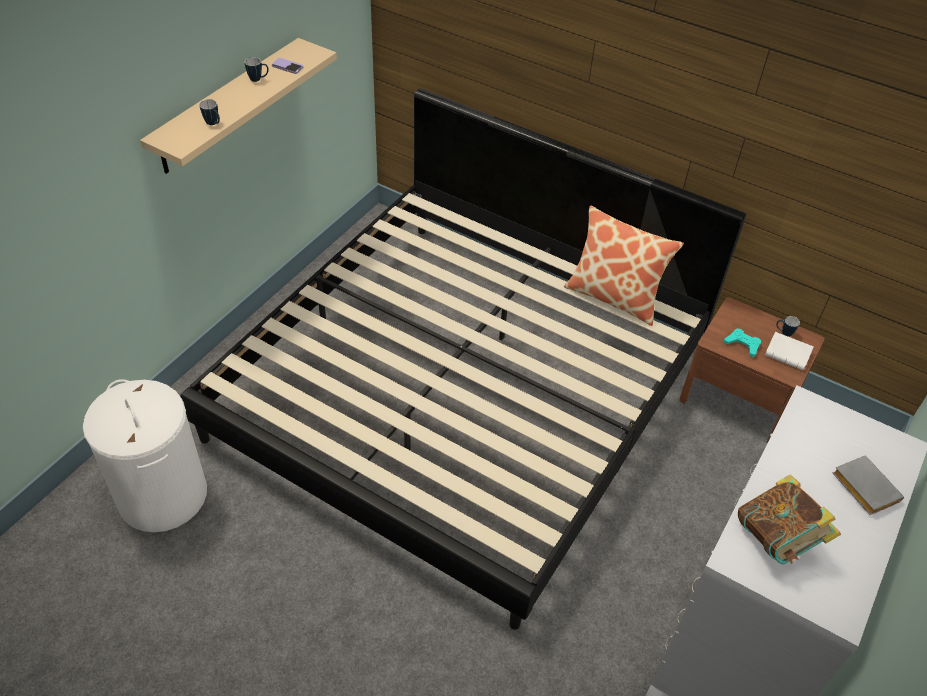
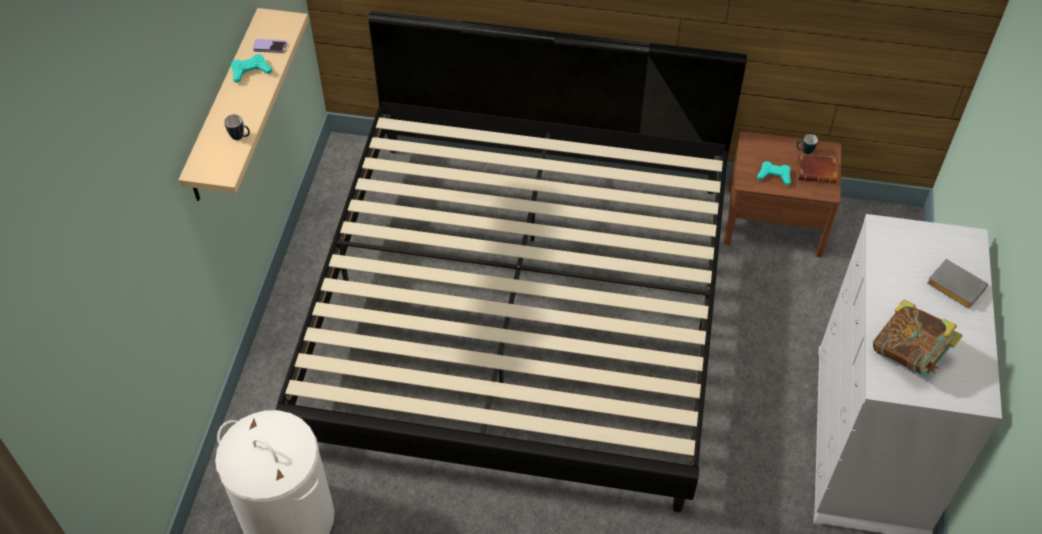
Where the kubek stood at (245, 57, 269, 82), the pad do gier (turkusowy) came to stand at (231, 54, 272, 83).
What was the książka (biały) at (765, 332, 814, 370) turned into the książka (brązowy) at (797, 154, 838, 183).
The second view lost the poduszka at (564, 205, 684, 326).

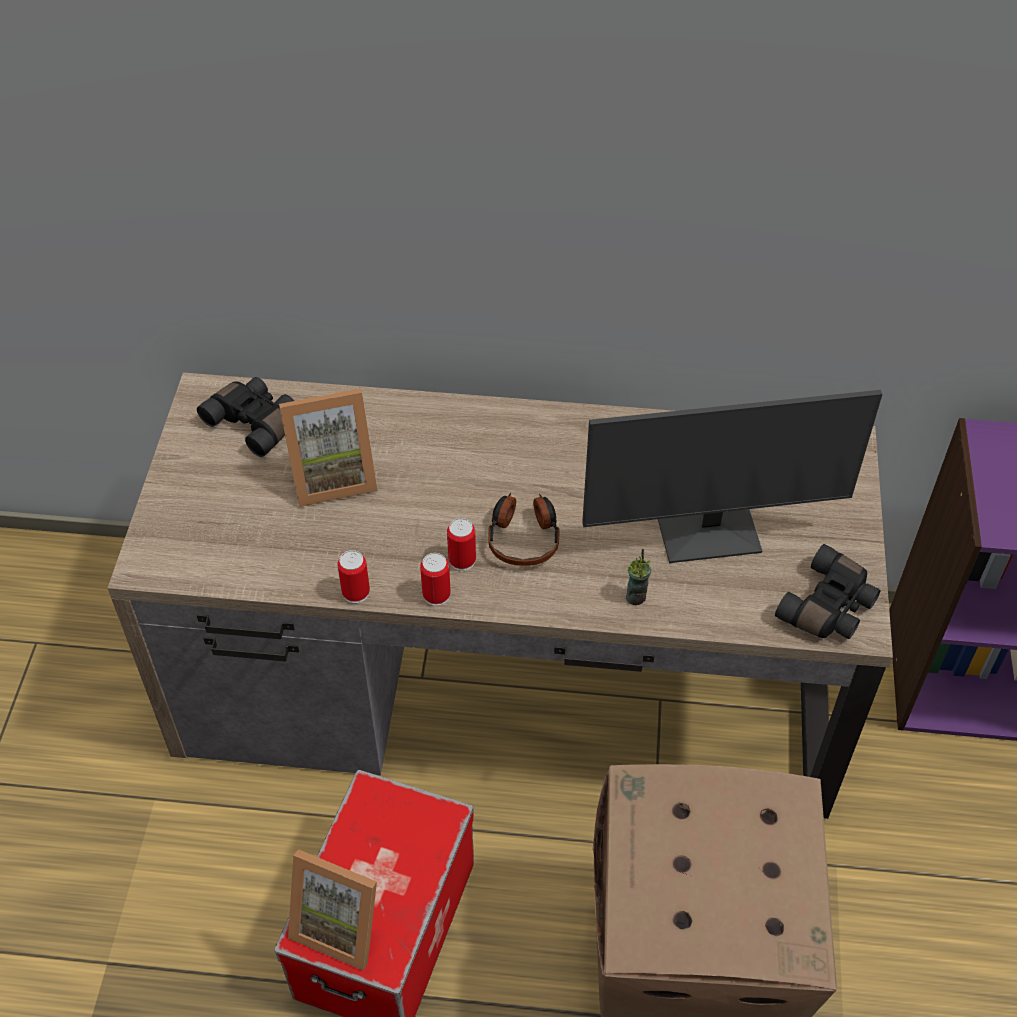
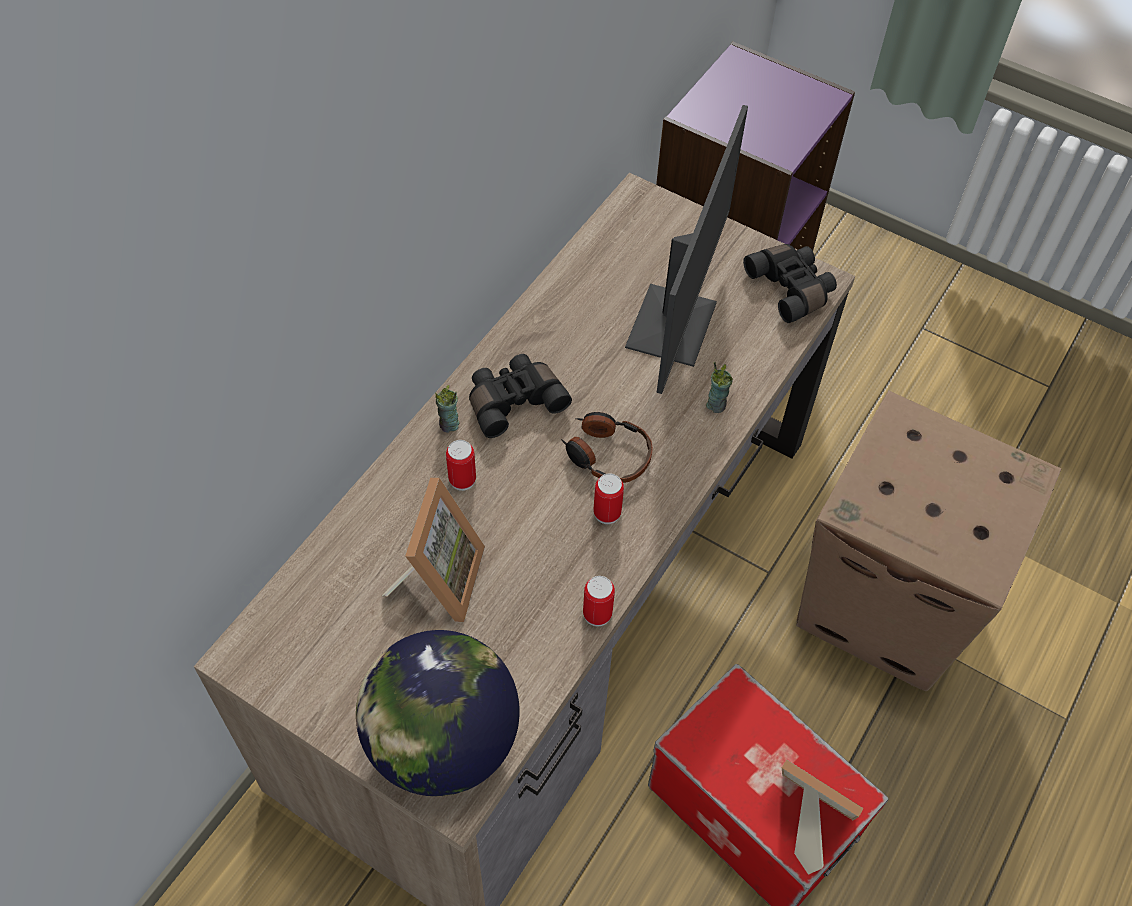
The second view gained the globus at (356, 630, 520, 796).
The second view gained the filiżanka at (435, 385, 460, 433).
The puszka ended up elsewhere, having gone from (420, 553, 451, 606) to (446, 440, 476, 491).
The lornetka (czarny) ended up elsewhere, having gone from (197, 377, 294, 457) to (469, 354, 572, 438).
The ramka na zdjęcie at (288, 849, 377, 970) ended up facing another way, 105 degrees counterclockwise from before.

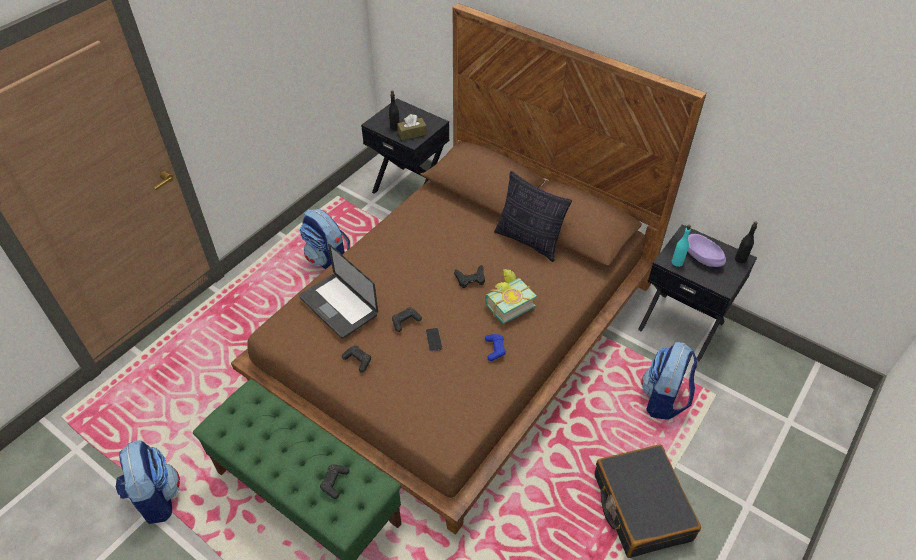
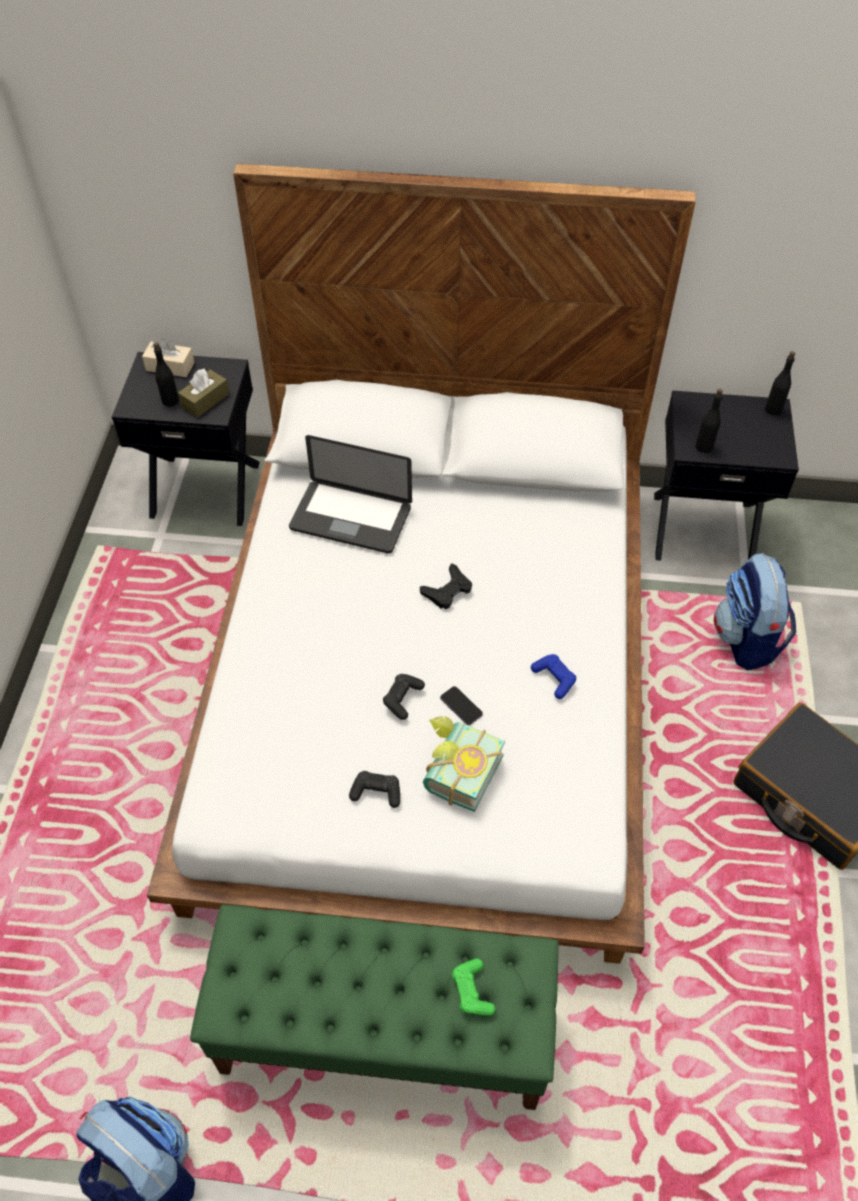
The second view gained the pudełko chusteczek (beżowy) at (142, 338, 195, 377).
What was the łóżko (brązowy) at (231, 3, 706, 535) turned into the łóżko (biały) at (147, 163, 696, 964).
The laptop ended up elsewhere, having gone from (299, 244, 378, 339) to (289, 435, 412, 554).
The książka ended up elsewhere, having gone from (485, 269, 537, 324) to (423, 716, 505, 812).
What was the pad do gier (czarny) at (320, 465, 349, 499) turned into the pad do gier (zielony) at (452, 959, 495, 1016).
What was the butelka (turkusowy) at (672, 225, 691, 267) turned into the butelka (czarny) at (695, 389, 723, 453).
The second view lost the plecak at (300, 208, 350, 269).
The second view lost the poduszka at (494, 171, 572, 262).
The second view lost the miska (fioletowy) at (688, 234, 726, 267).

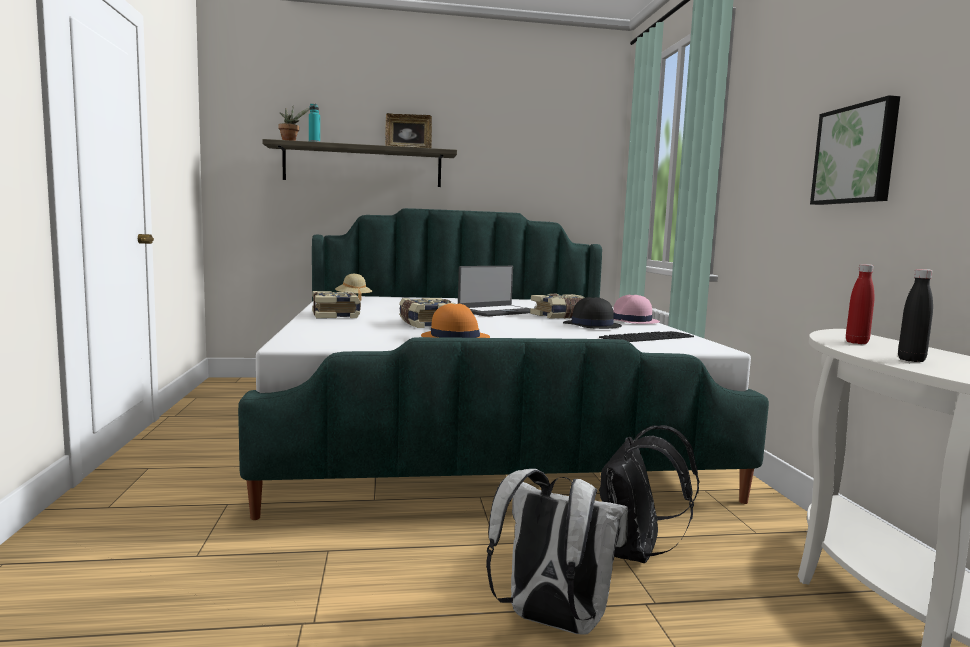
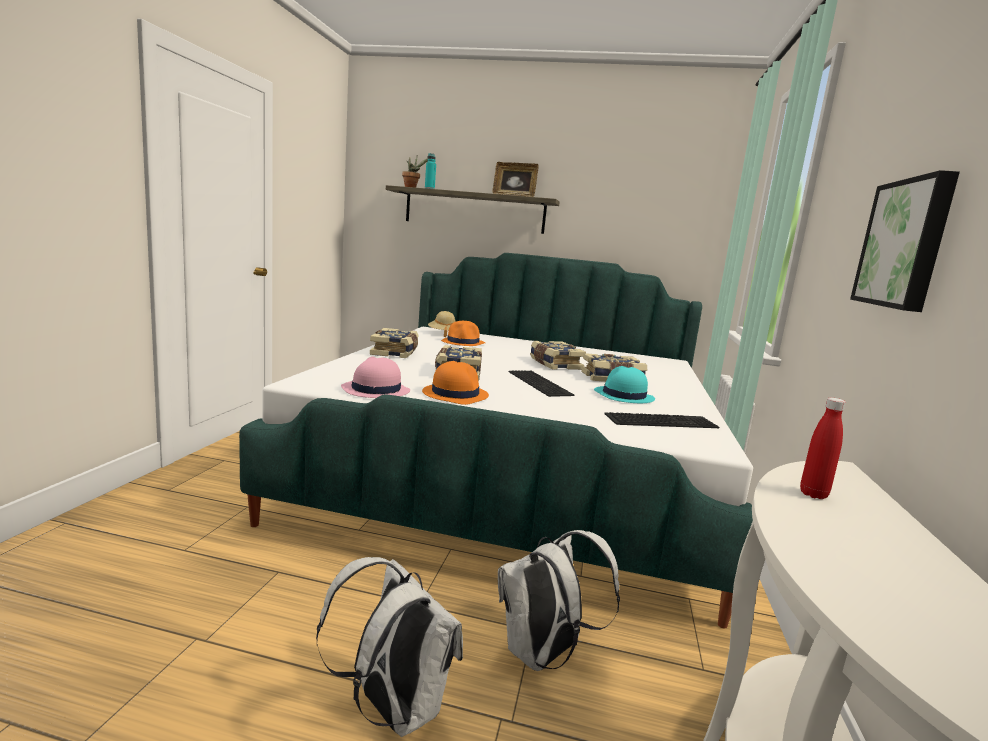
The kapelusz (różowy) ended up elsewhere, having gone from (613, 295, 660, 324) to (341, 357, 410, 398).
The second view gained the kapelusz (pomarańczowy) at (441, 321, 485, 346).
What was the plecak (czarny) at (599, 425, 700, 563) turned into the plecak (biały) at (498, 530, 620, 671).
The second view gained the klawiatura at (509, 371, 574, 397).
Where the laptop stood at (458, 266, 532, 317), the książka came to stand at (530, 341, 586, 370).
What was the kapelusz (czarny) at (563, 297, 622, 329) turned into the kapelusz (turkusowy) at (594, 366, 655, 403).
The second view lost the butelka (czarny) at (898, 269, 933, 362).

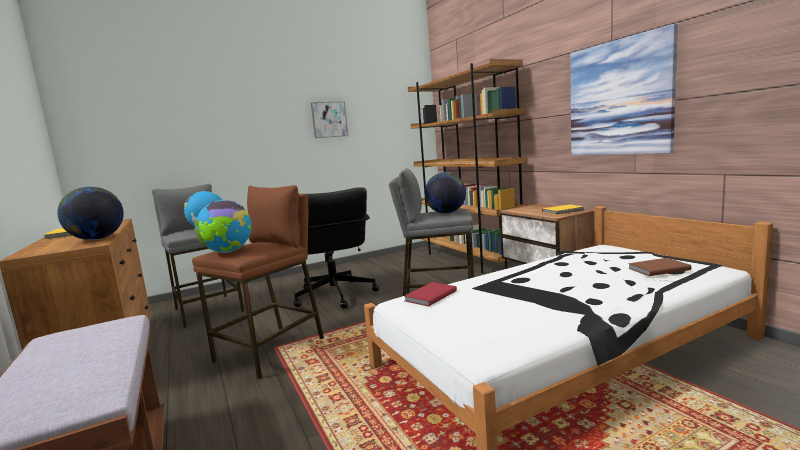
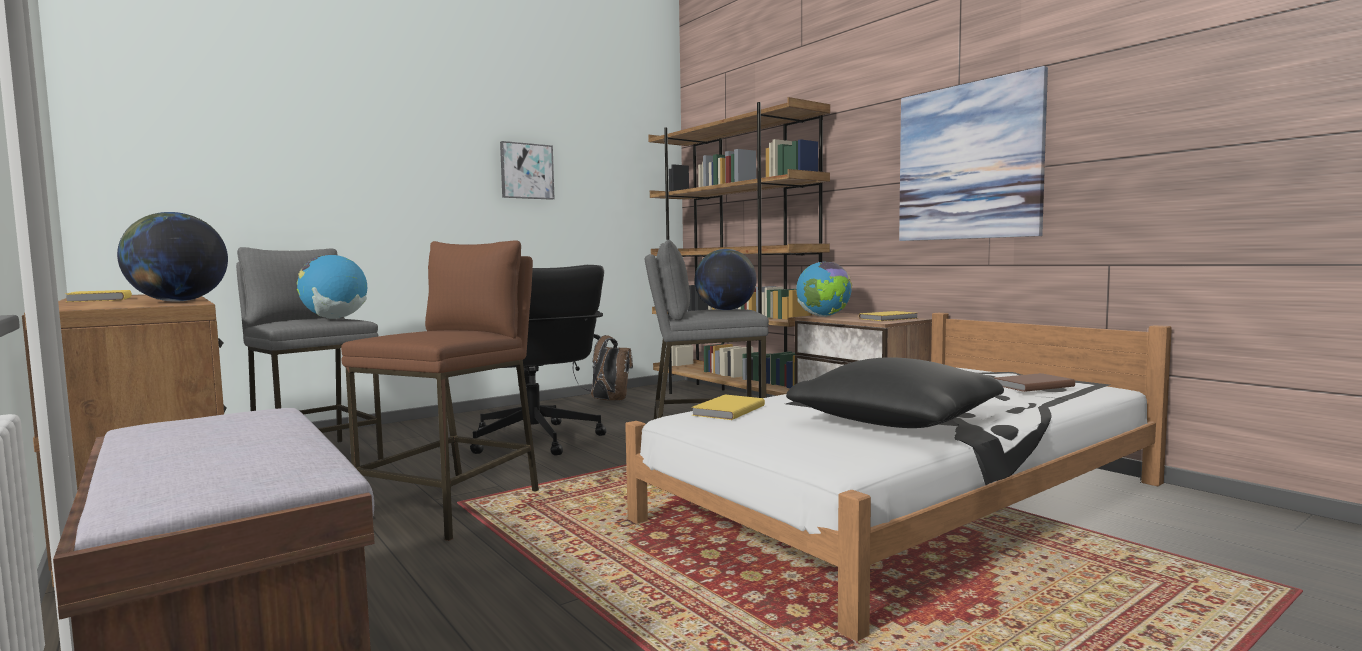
The second view gained the plecak (brązowy) at (572, 334, 633, 400).
What was the książka (czerwony) at (405, 282, 457, 307) turned into the książka (żółty) at (692, 395, 765, 420).
The second view gained the poduszka (czarny) at (786, 357, 1004, 428).
The globus ended up elsewhere, having gone from (195, 200, 252, 253) to (796, 262, 852, 317).

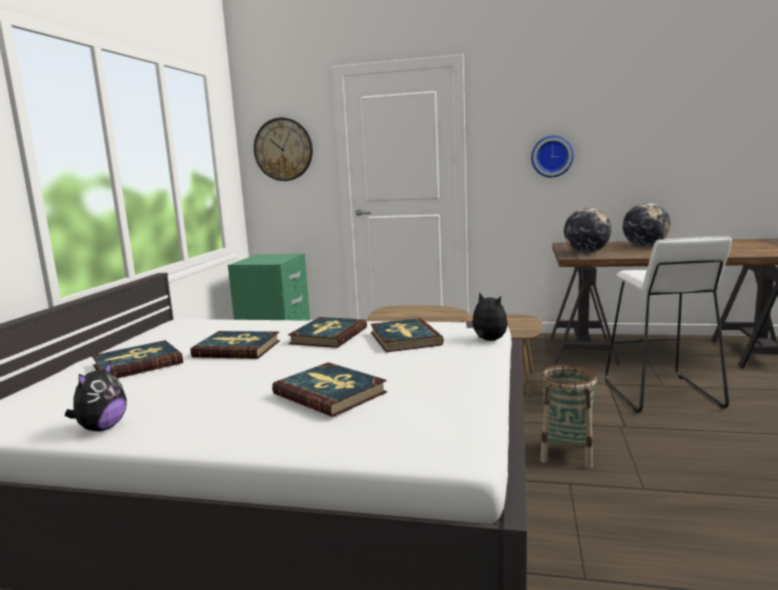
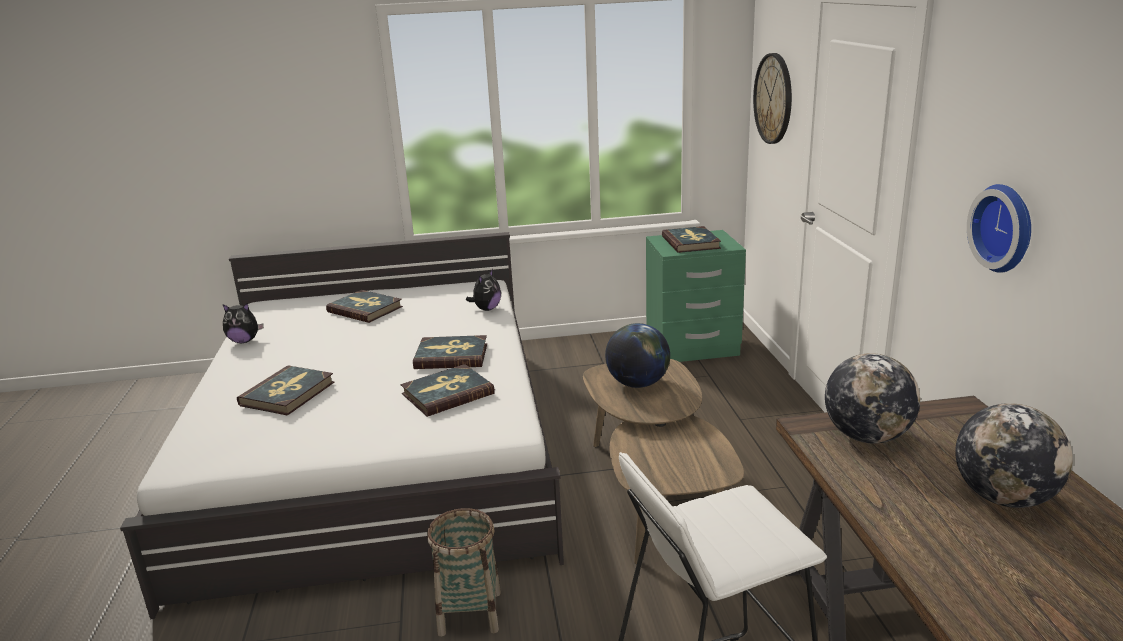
The pluszak ended up elsewhere, having gone from (466, 293, 507, 341) to (466, 269, 501, 311).
The second view gained the globus at (605, 323, 670, 388).
The książka ended up elsewhere, having gone from (191, 331, 280, 359) to (662, 226, 721, 253).

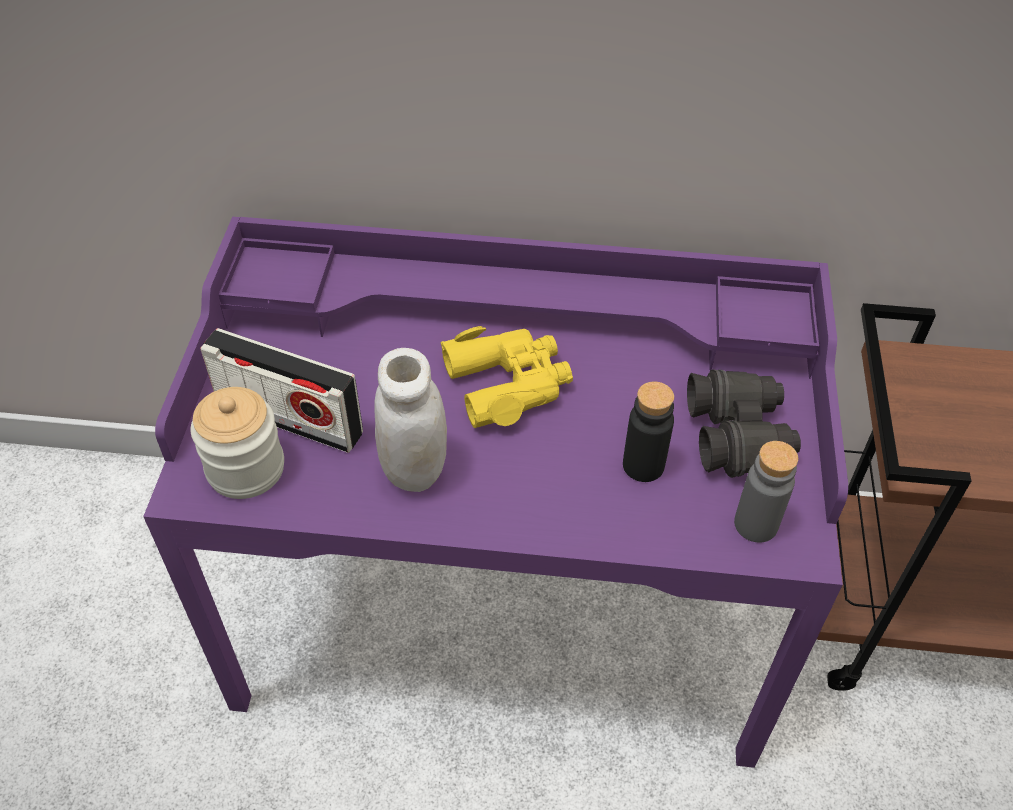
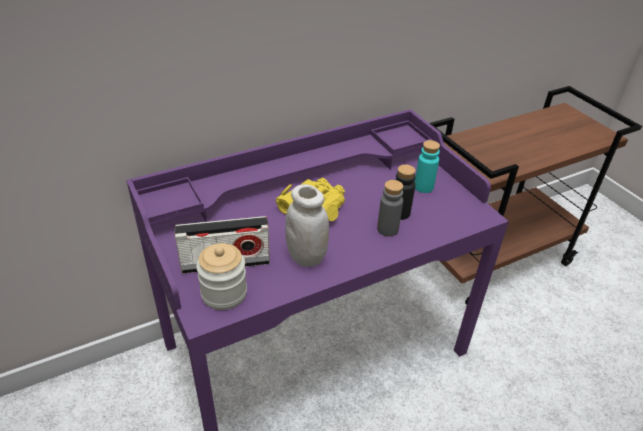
The butelka (szary) ended up elsewhere, having gone from (734, 441, 798, 543) to (377, 180, 403, 237).
Where the lornetka (czarny) stood at (687, 370, 801, 478), the butelka (turkusowy) came to stand at (415, 140, 440, 193).

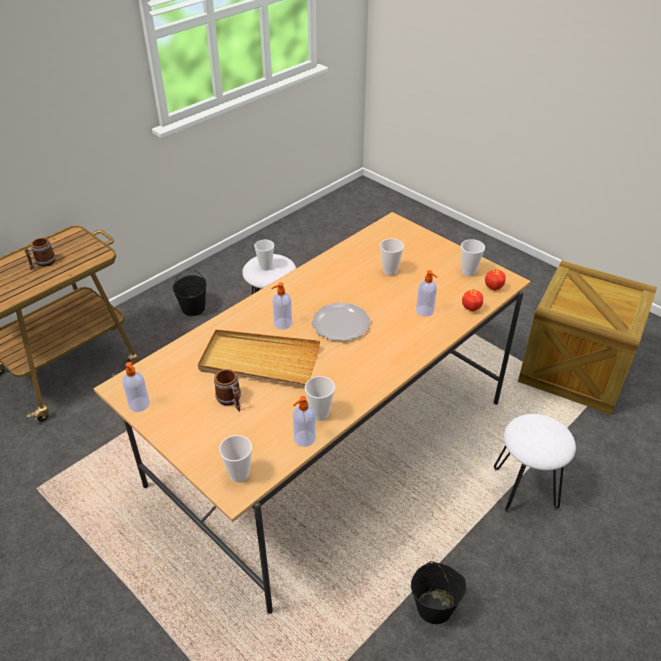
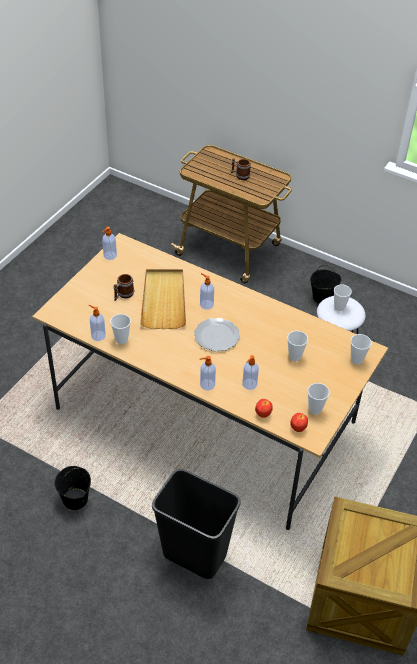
Where the stołek (biały) stood at (494, 414, 576, 513), the kosz na śmieci (czarny) came to stand at (152, 469, 241, 579).
The second view gained the dozownik mydła at (200, 356, 216, 390).
The filiżanka ended up elsewhere, having gone from (219, 435, 252, 483) to (351, 334, 372, 365).

